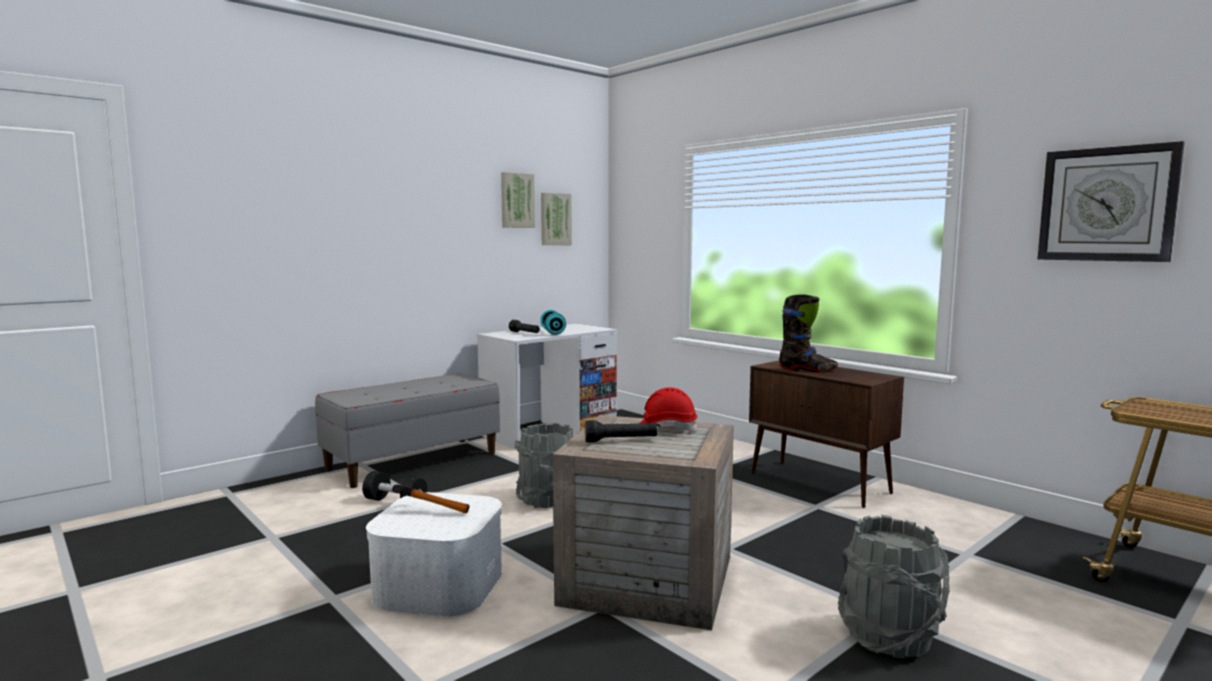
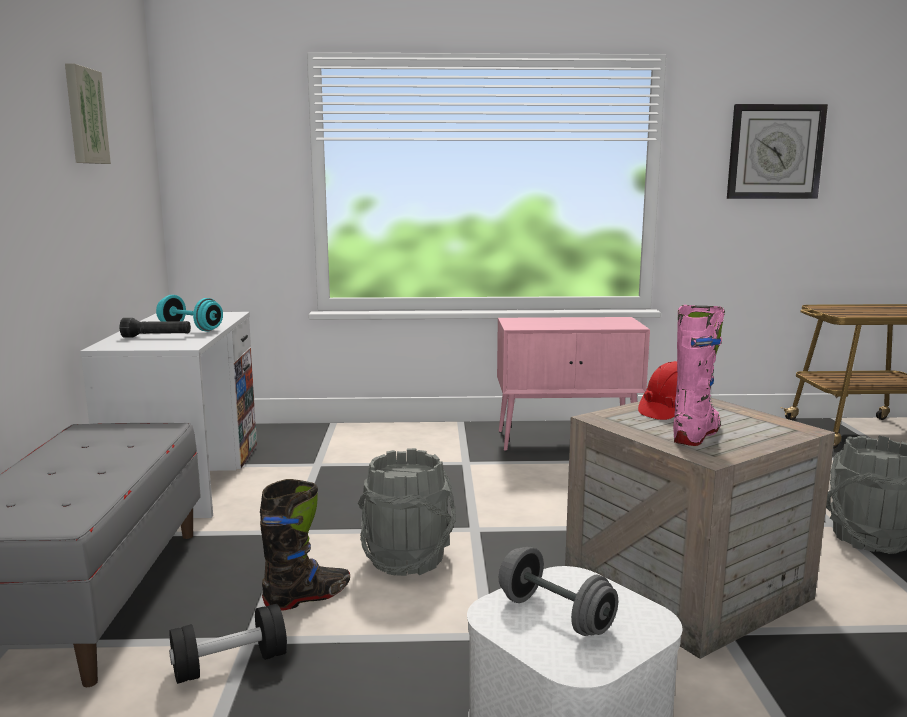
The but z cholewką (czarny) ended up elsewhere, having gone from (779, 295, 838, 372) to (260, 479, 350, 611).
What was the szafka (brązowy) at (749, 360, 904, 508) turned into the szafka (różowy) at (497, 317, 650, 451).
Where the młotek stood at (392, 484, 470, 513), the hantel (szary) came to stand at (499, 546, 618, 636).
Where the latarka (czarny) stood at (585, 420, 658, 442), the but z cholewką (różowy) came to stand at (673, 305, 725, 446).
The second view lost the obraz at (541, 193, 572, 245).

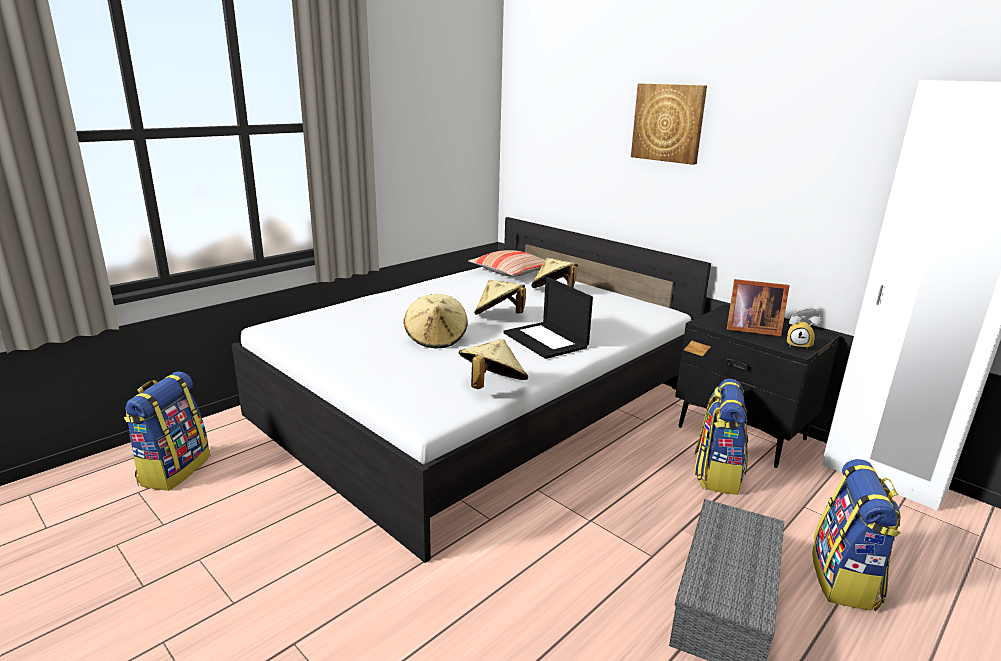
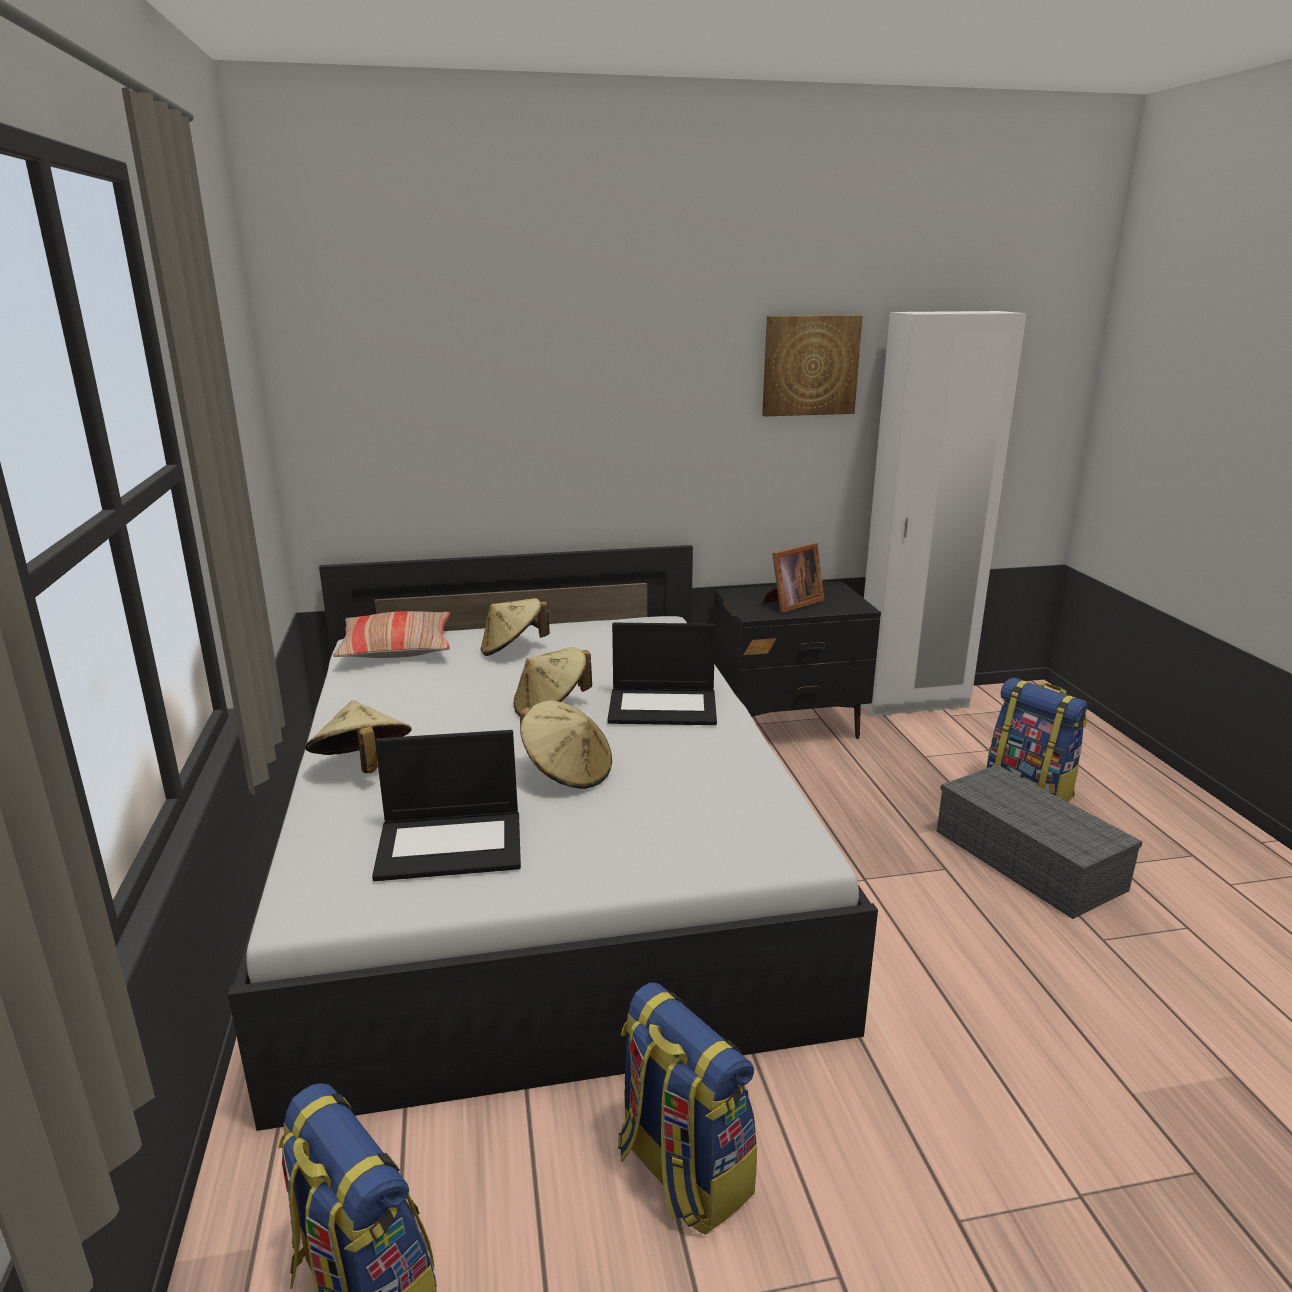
The kapelusz (beżowy) ended up elsewhere, having gone from (459, 339, 528, 389) to (305, 700, 412, 773).
The second view gained the laptop at (372, 730, 521, 881).
The plecak ended up elsewhere, having gone from (694, 379, 748, 495) to (618, 982, 757, 1235).
The obraz ended up elsewhere, having gone from (631, 84, 707, 165) to (762, 315, 863, 416).
The second view lost the budzik at (787, 308, 821, 349).

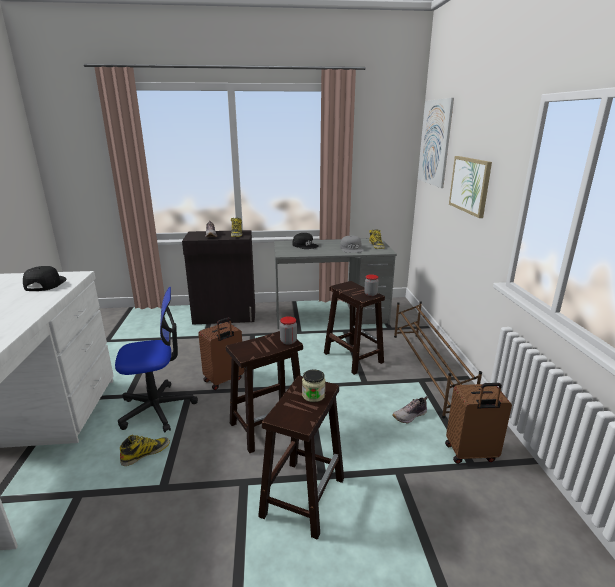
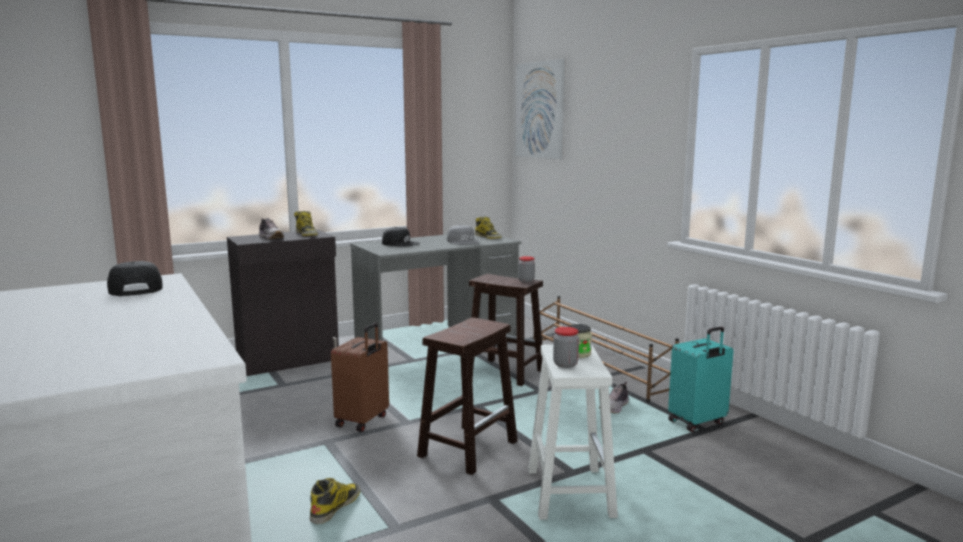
What was the stołek (brązowy) at (258, 376, 344, 540) turned into the stołek (biały) at (528, 344, 618, 520).
The słoik ended up elsewhere, having gone from (280, 316, 297, 345) to (553, 327, 579, 368).
What was the walizka (brązowy) at (445, 383, 512, 464) turned into the walizka (turkusowy) at (668, 327, 734, 432).
The second view lost the krzesło biurowe at (115, 287, 198, 432).
The second view lost the obraz at (449, 156, 492, 218).

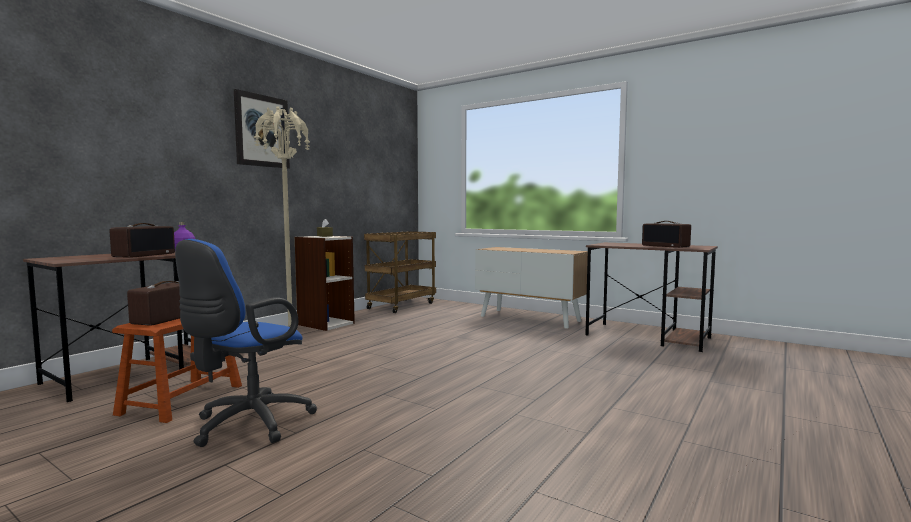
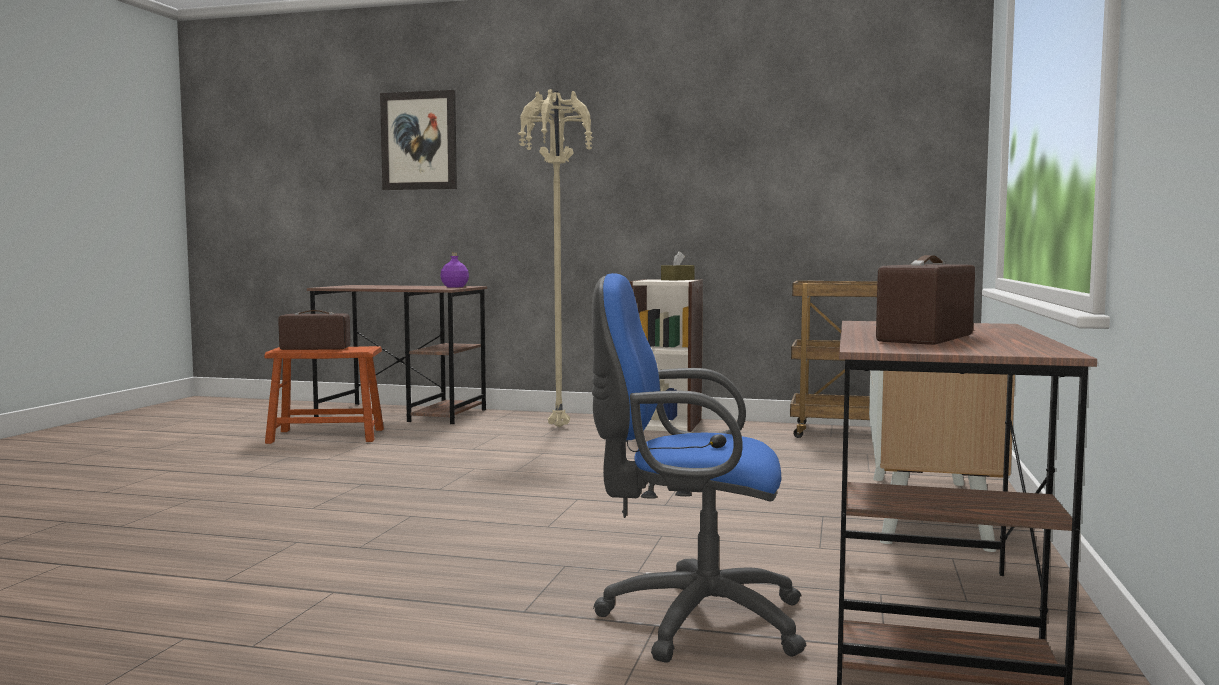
The obraz ended up elsewhere, having gone from (234, 89, 290, 169) to (380, 90, 457, 191).
The krzesło biurowe (niebieski) ended up elsewhere, having gone from (175, 239, 317, 447) to (592, 273, 806, 663).
The second view lost the radio at (110, 223, 175, 258).

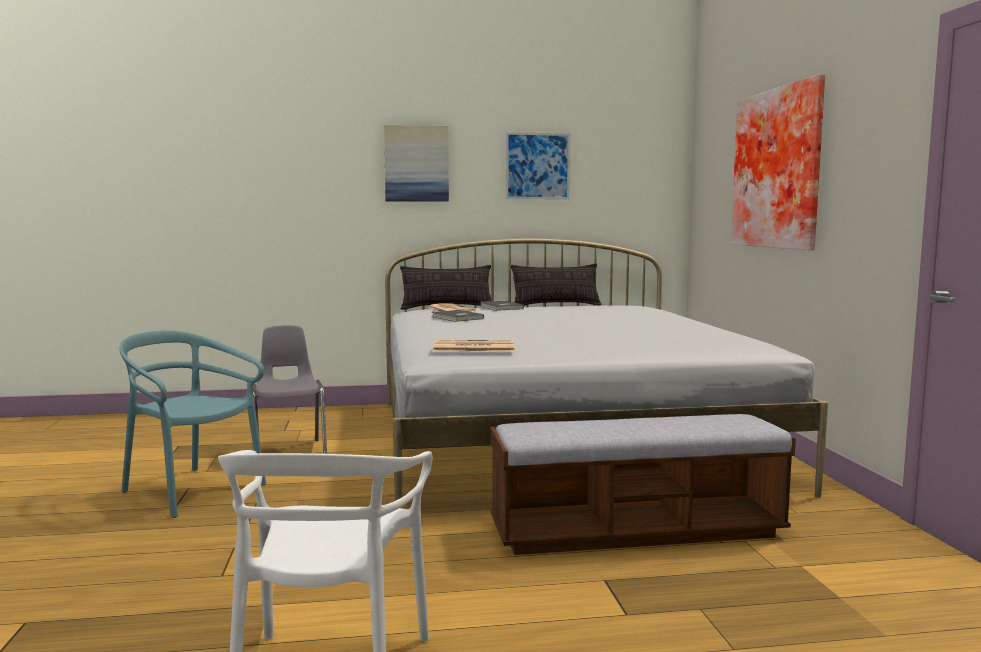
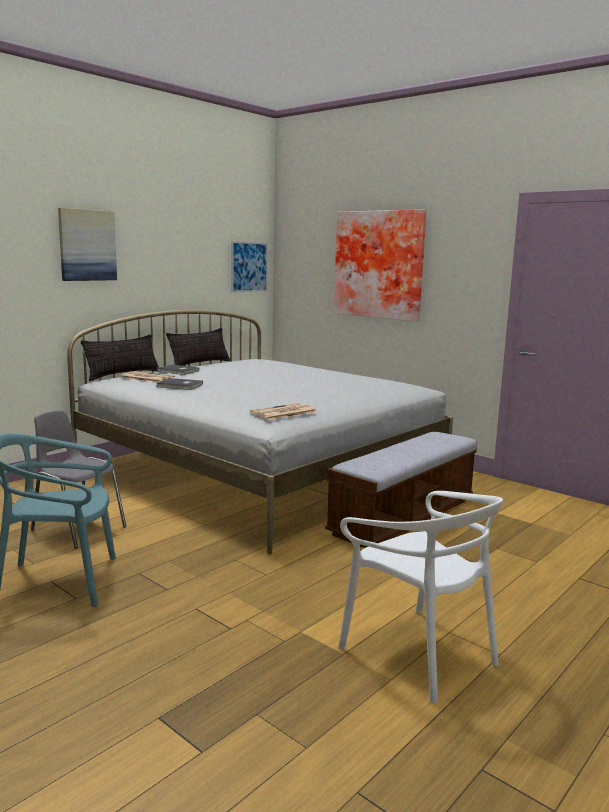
The obraz ended up elsewhere, having gone from (506, 132, 570, 199) to (231, 241, 268, 293).

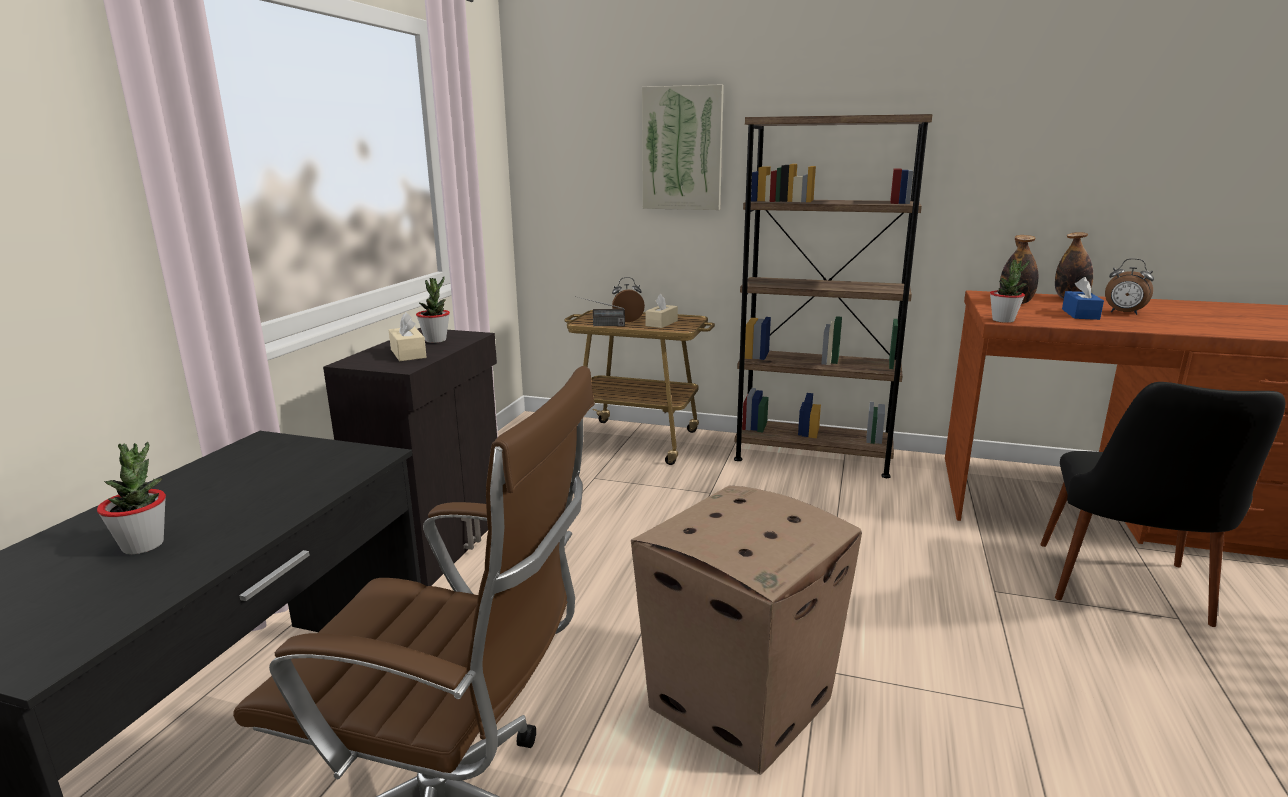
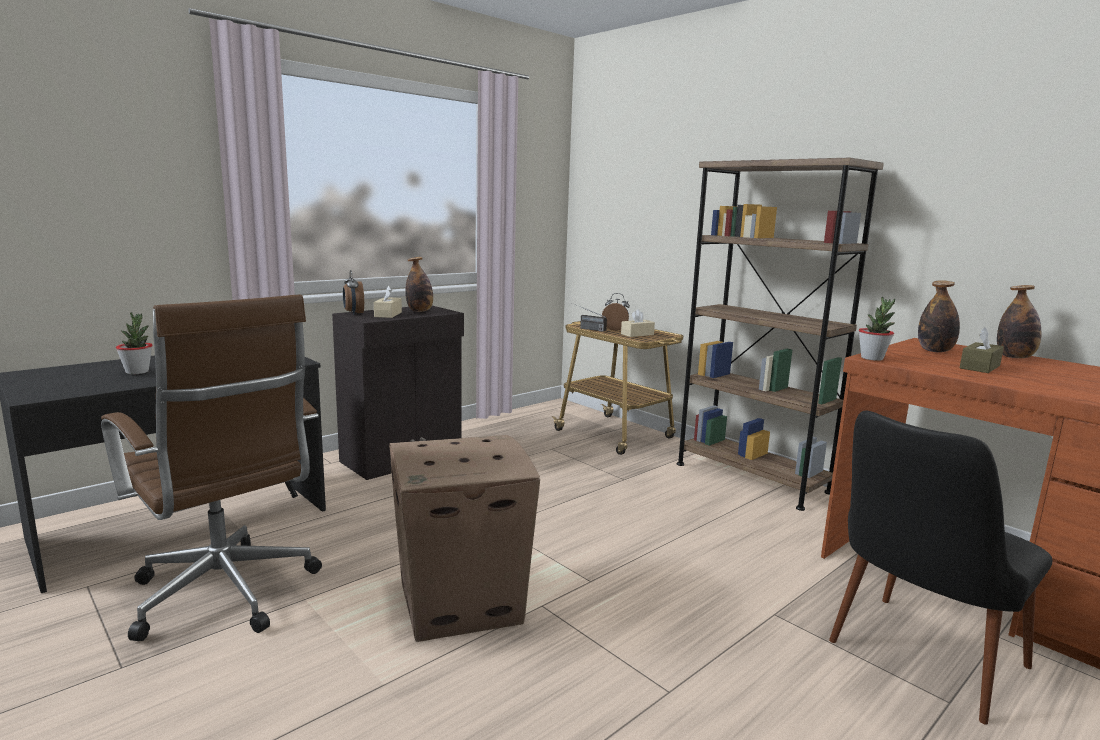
The budzik ended up elsewhere, having gone from (1105, 258, 1154, 315) to (343, 270, 364, 315).
Where the roślina doniczkowa stood at (416, 276, 450, 343), the butelka came to stand at (405, 257, 433, 312).
What was the pudełko chusteczek (niebieski) at (1062, 277, 1104, 320) turned into the pudełko chusteczek (brązowy) at (960, 327, 1004, 373).
The second view lost the obraz at (642, 84, 724, 210).

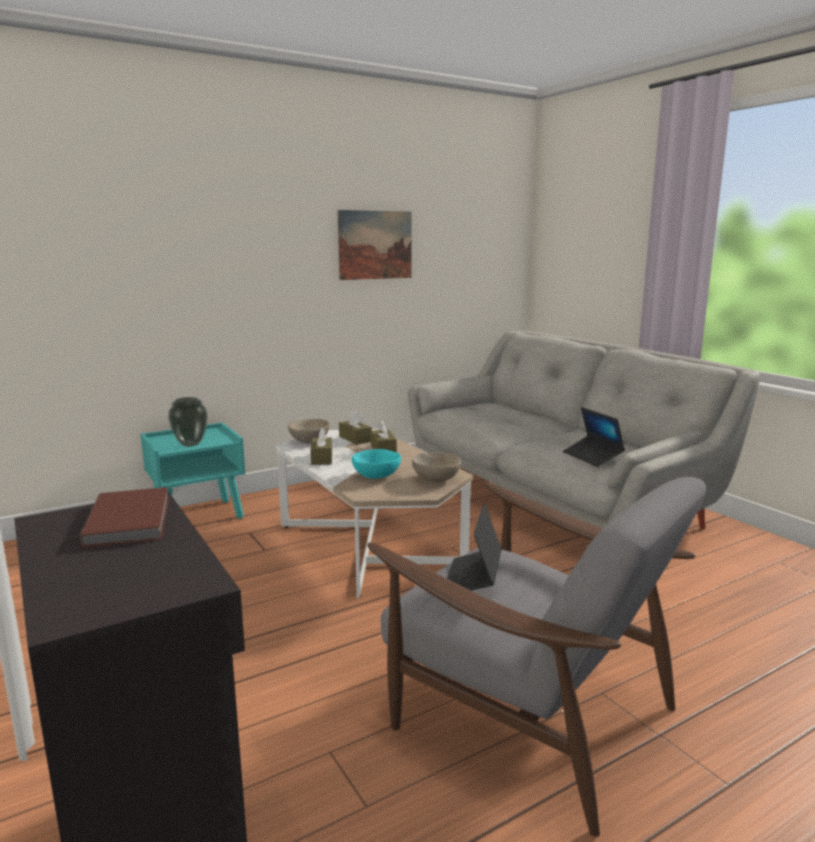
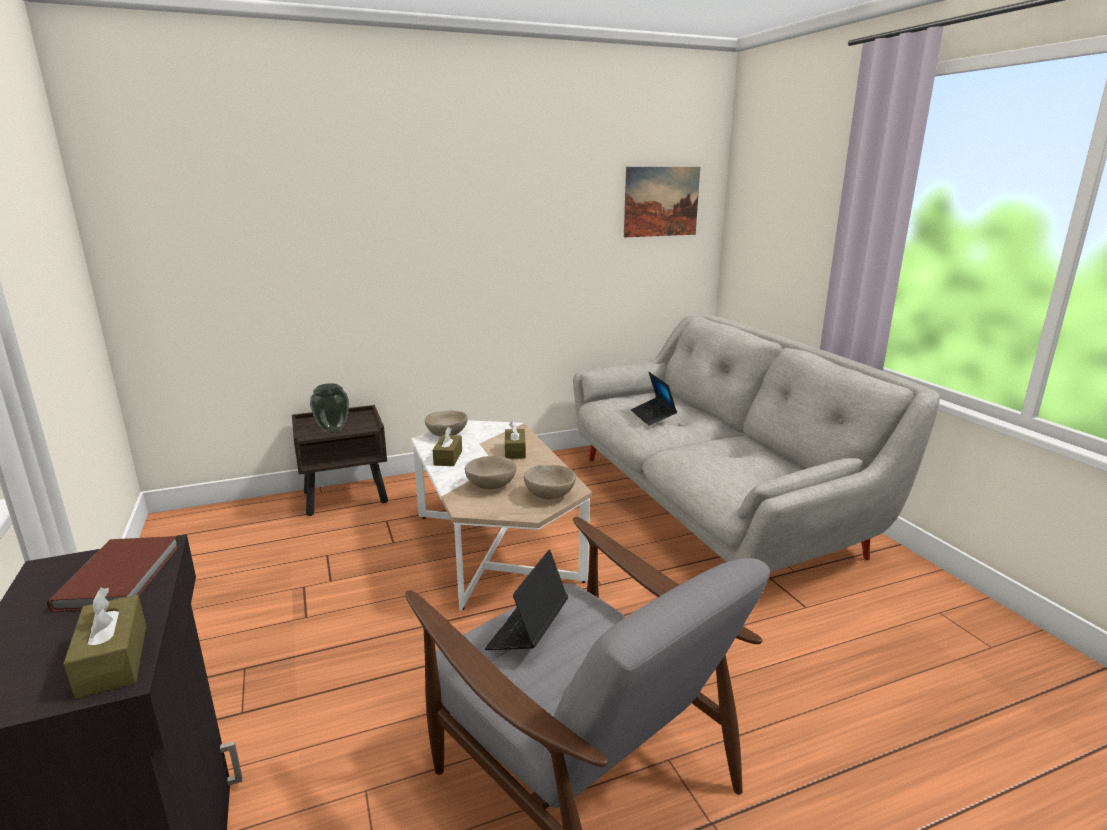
The pudełko chusteczek (brązowy) ended up elsewhere, having gone from (339, 411, 372, 445) to (63, 588, 146, 699).
What was the szafka nocna (turkusowy) at (141, 422, 245, 519) turned into the szafka nocna (brązowy) at (292, 405, 388, 516).
What was the miska (turkusowy) at (352, 449, 401, 479) turned into the miska (beżowy) at (464, 456, 516, 489).
The obraz ended up elsewhere, having gone from (338, 210, 412, 280) to (624, 167, 700, 237).
The laptop ended up elsewhere, having gone from (563, 407, 625, 467) to (631, 372, 677, 426).

